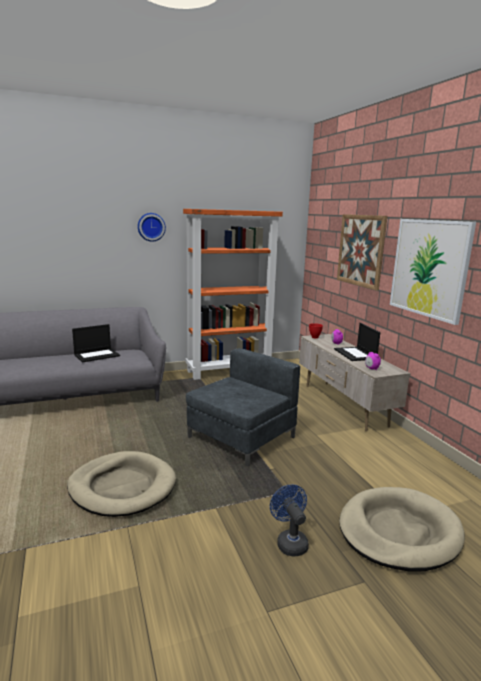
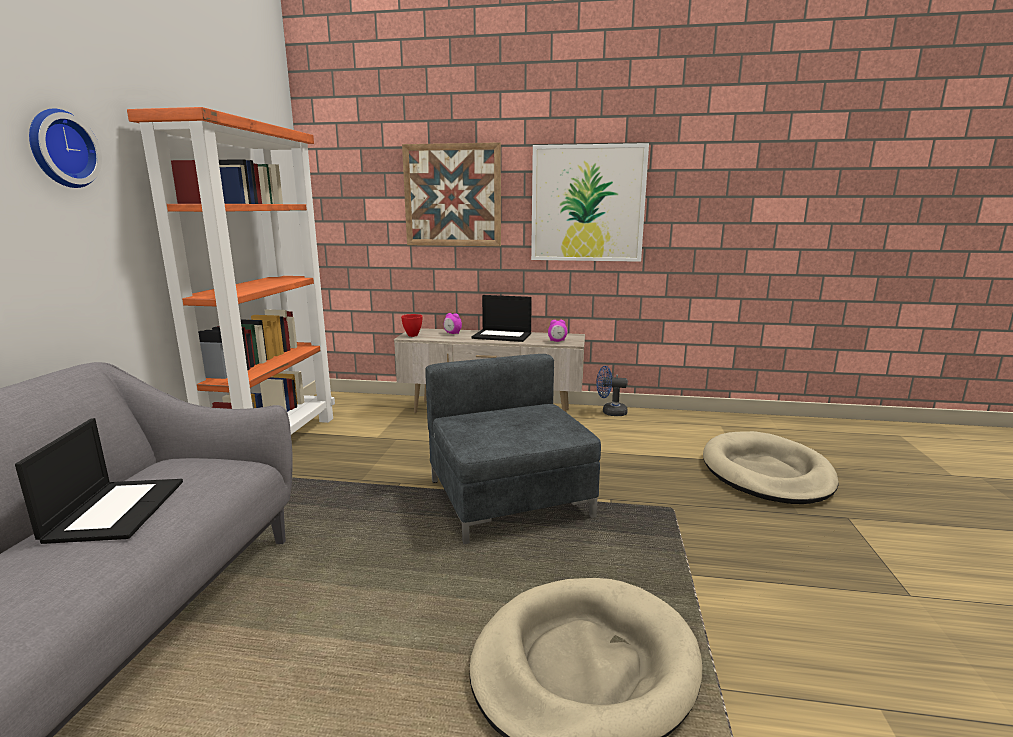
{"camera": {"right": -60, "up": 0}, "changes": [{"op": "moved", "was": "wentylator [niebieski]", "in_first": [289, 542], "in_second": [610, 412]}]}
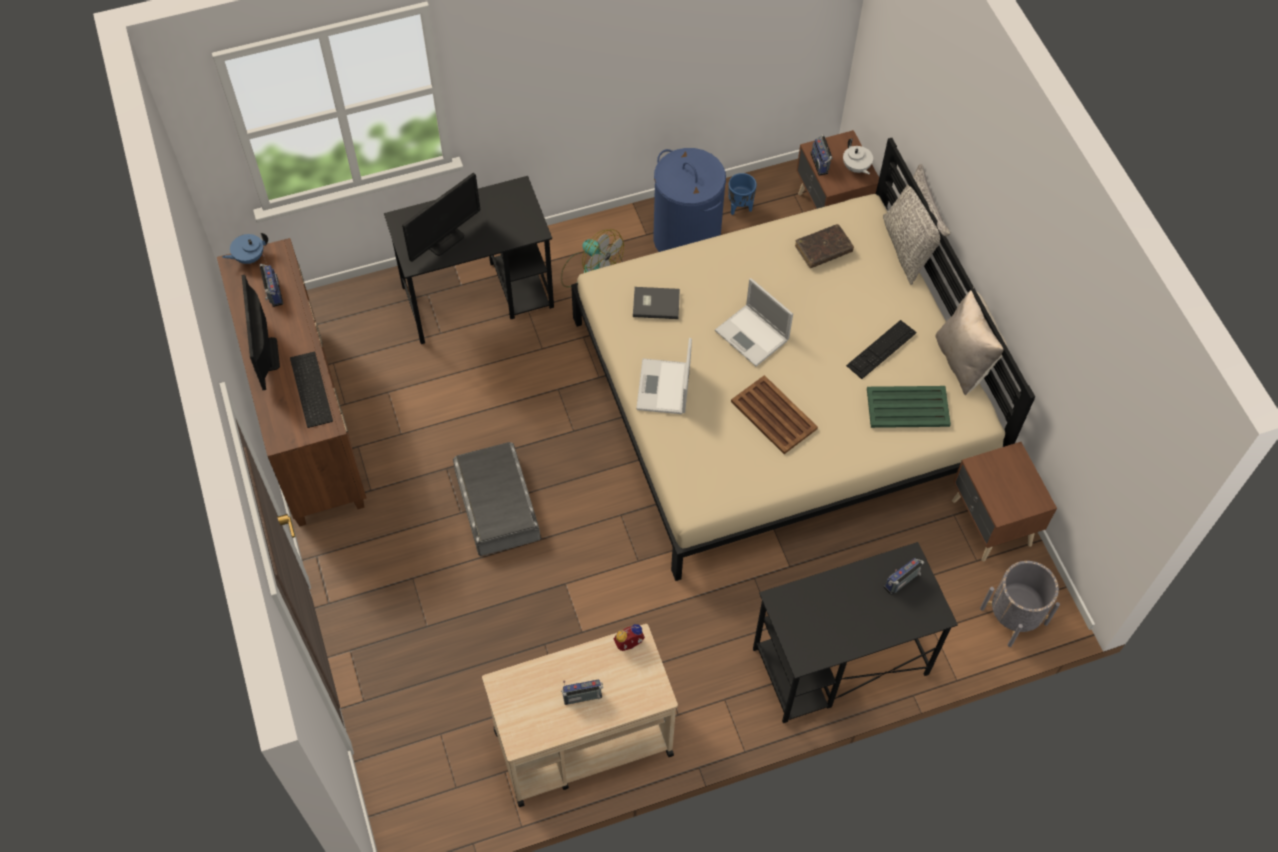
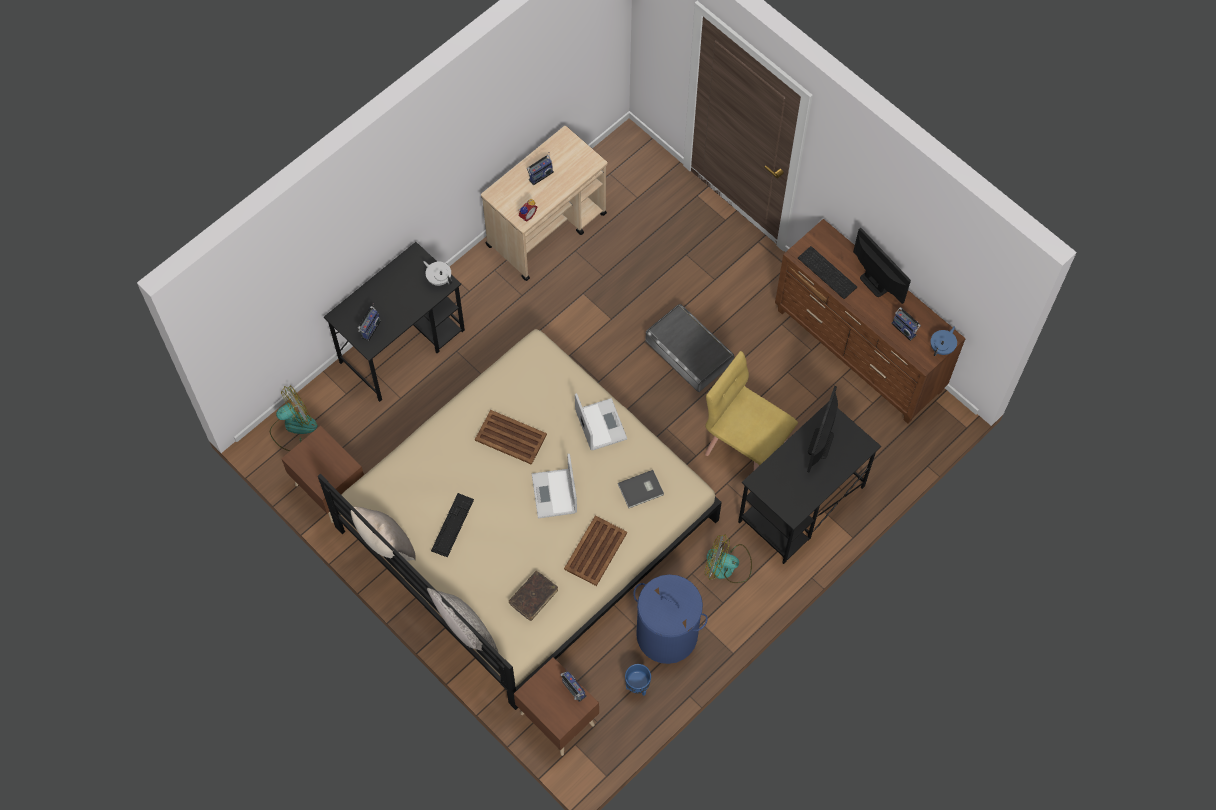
{"camera": {"right": 155, "up": 5}, "changes": [{"op": "replaced", "was": "donica [szary]", "now": "wentylator", "in_first": [1013, 616], "in_second": [293, 427]}, {"op": "moved", "was": "imbryk [biały]", "in_first": [856, 168], "in_second": [439, 278]}, {"op": "turned", "was": "laptop", "in_first": [753, 336], "in_second": [554, 494], "clockwise": -120}, {"op": "added", "now": "taca [brązowy]", "in_second": [595, 551]}, {"op": "added", "now": "krzesło [żółty]", "in_second": [746, 447]}, {"op": "removed", "was": "taca [zielony]", "in_first": [908, 407]}]}
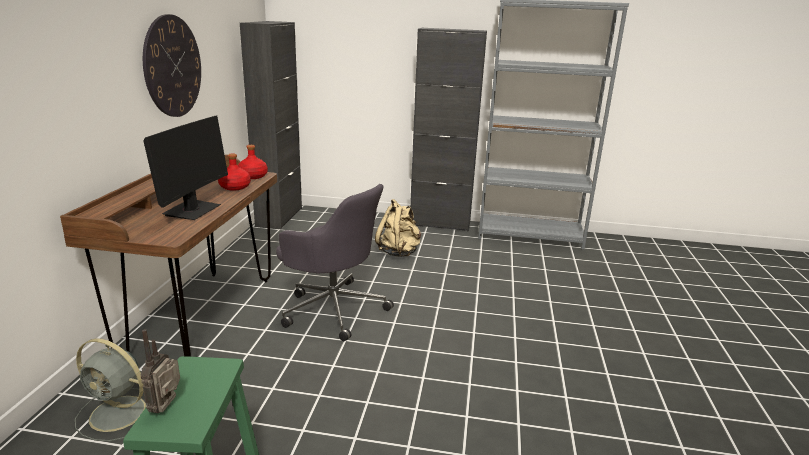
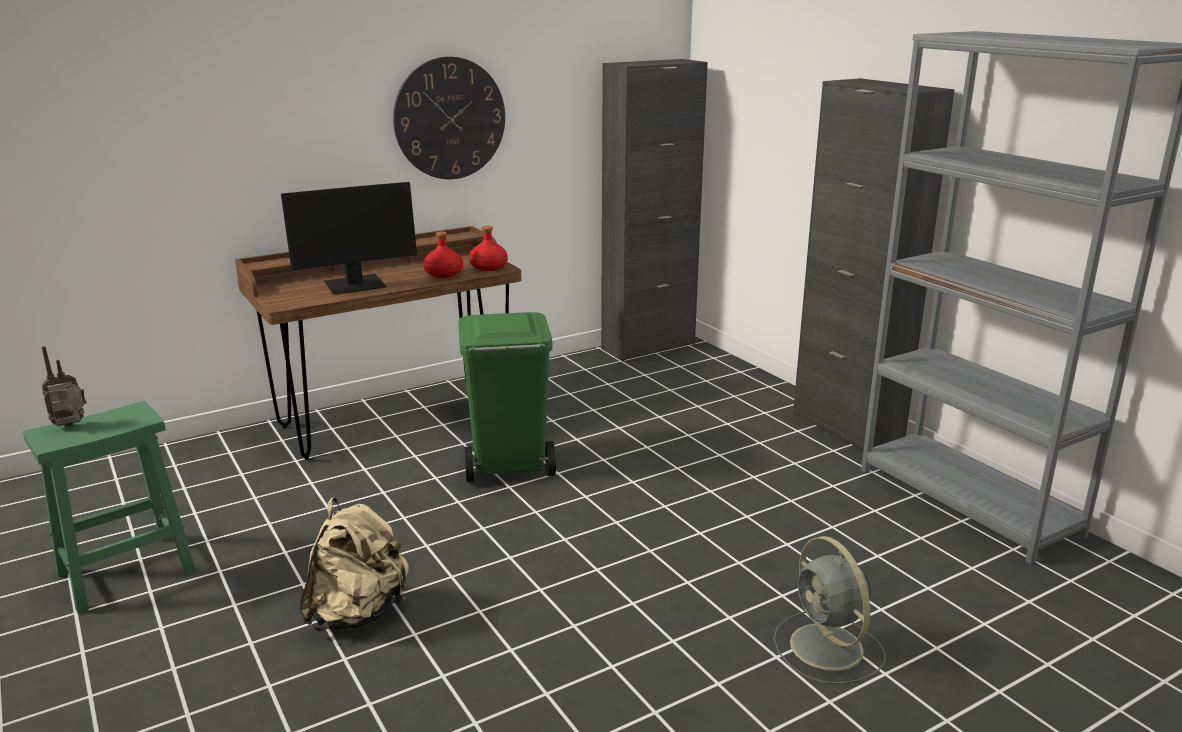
{"camera": {"right": 50, "up": 0}, "changes": [{"op": "moved", "was": "plecak [beżowy]", "in_first": [399, 252], "in_second": [358, 614]}, {"op": "replaced", "was": "krzesło biurowe [szary]", "now": "kosz na śmieci [zielony]", "in_first": [333, 308], "in_second": [508, 467]}, {"op": "moved", "was": "wentylator [szary]", "in_first": [120, 414], "in_second": [828, 649]}]}
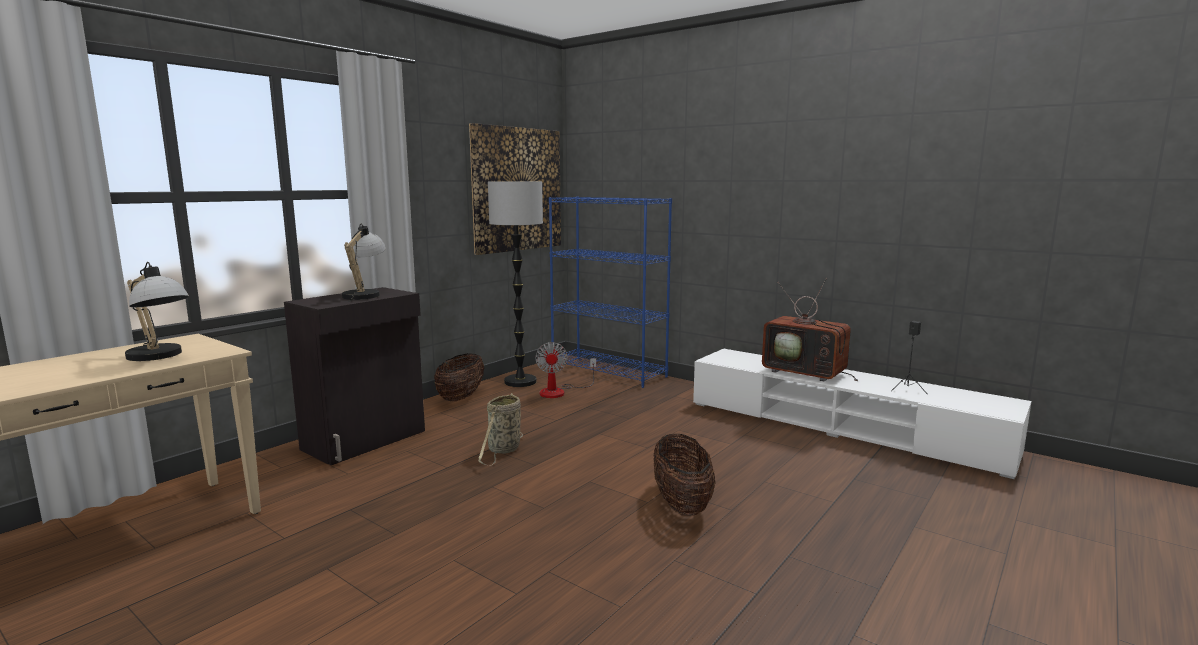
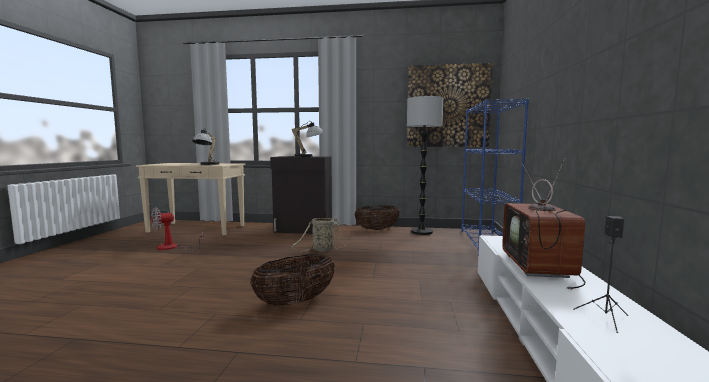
{"camera": {"right": 60, "up": -5}, "changes": [{"op": "moved", "was": "wentylator", "in_first": [559, 391], "in_second": [172, 248]}]}
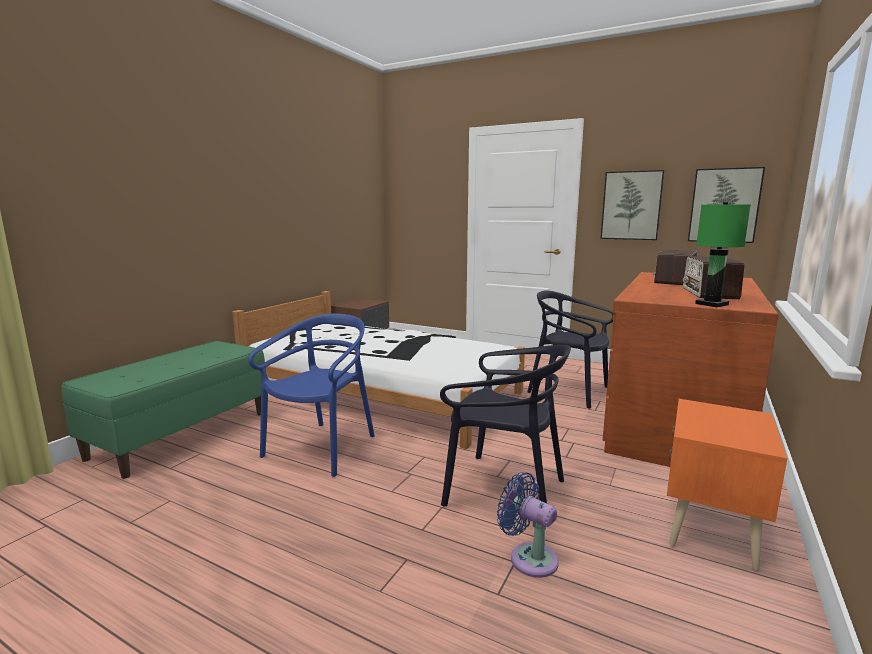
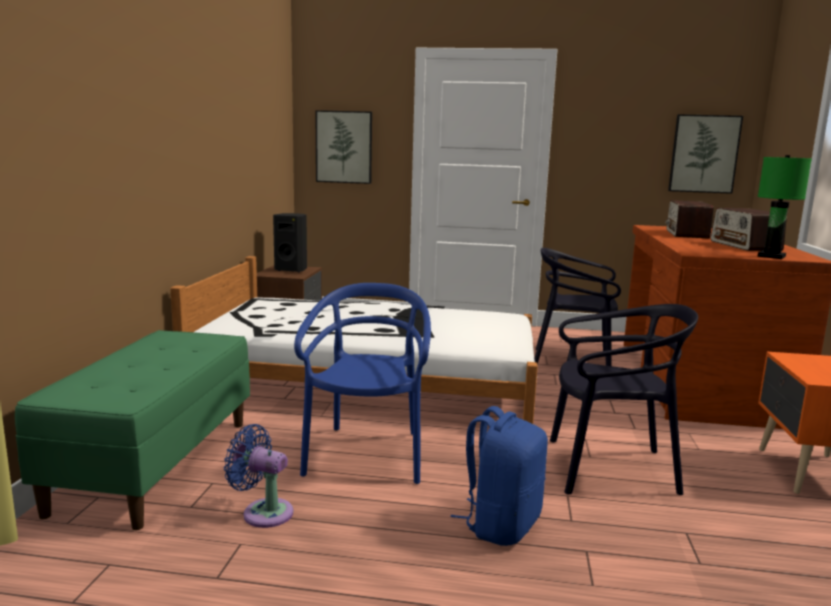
{"camera": {"right": -20, "up": 0}, "changes": [{"op": "moved", "was": "wentylator [niebieski]", "in_first": [529, 557], "in_second": [263, 512]}, {"op": "added", "now": "głośnik [czarny]", "in_second": [292, 270]}, {"op": "moved", "was": "obraz", "in_first": [631, 205], "in_second": [344, 147]}, {"op": "added", "now": "plecak [niebieski]", "in_second": [501, 524]}]}
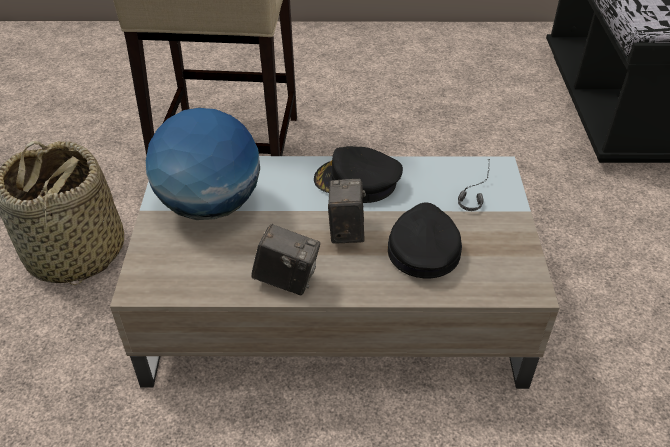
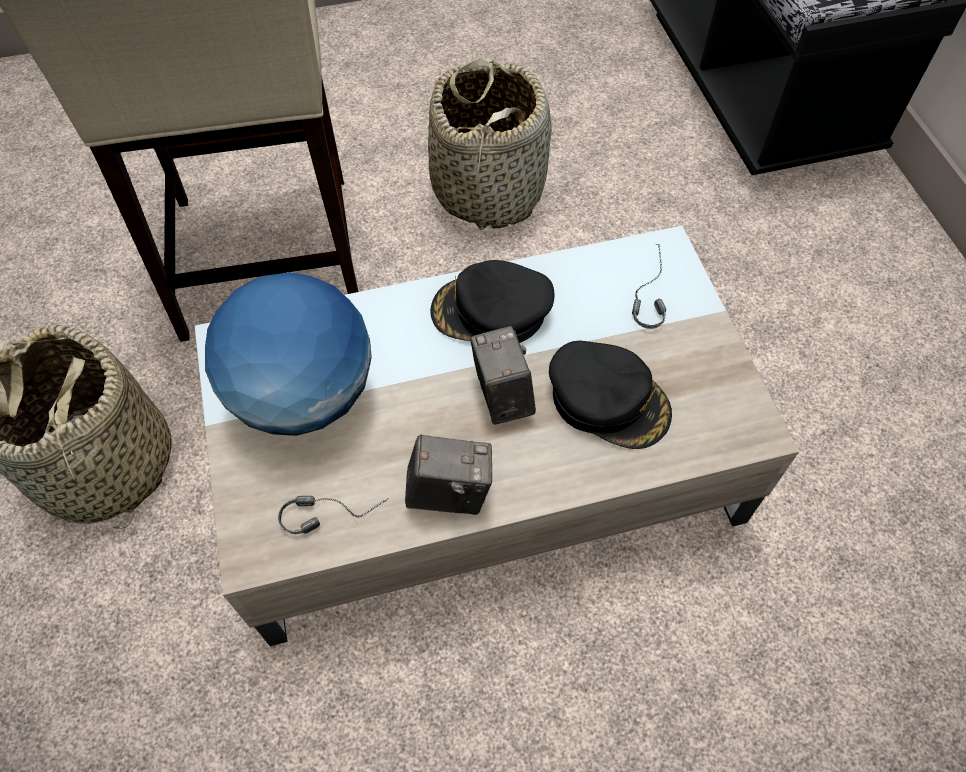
{"camera": {"right": -15, "up": 15}, "changes": [{"op": "added", "now": "słuchawki", "in_second": [334, 510]}, {"op": "added", "now": "koszyk", "in_second": [488, 190]}, {"op": "turned", "was": "czapka z daszkiem [czarny]", "in_first": [422, 247], "in_second": [608, 399], "clockwise": 135}]}
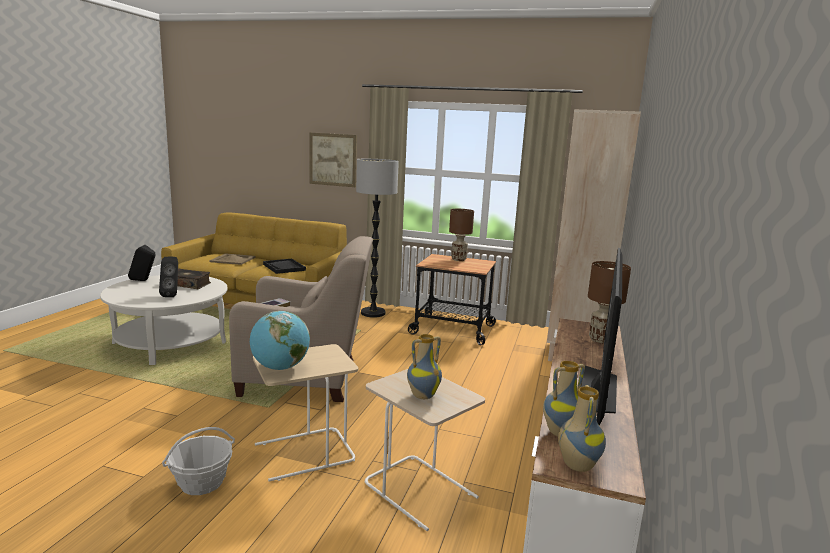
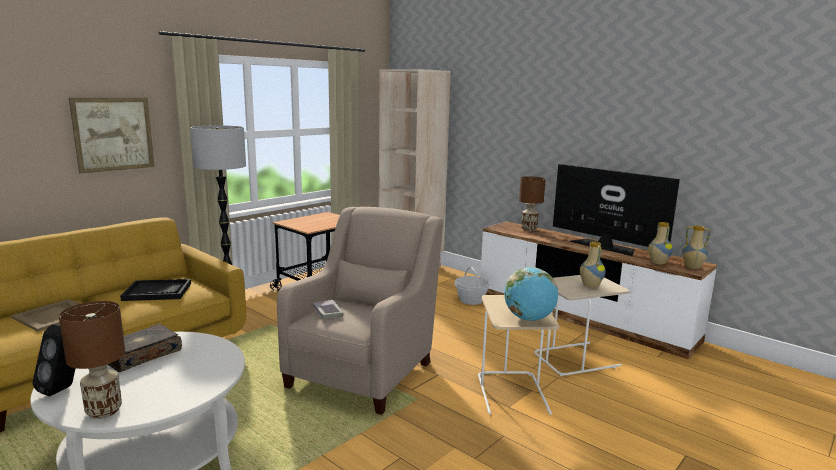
{"camera": {"right": -65, "up": 0}, "changes": [{"op": "moved", "was": "lampa stołowa [brązowy]", "in_first": [458, 259], "in_second": [103, 411]}, {"op": "moved", "was": "koszyk", "in_first": [201, 482], "in_second": [471, 300]}, {"op": "removed", "was": "głośnik [czarny]", "in_first": [172, 295]}]}
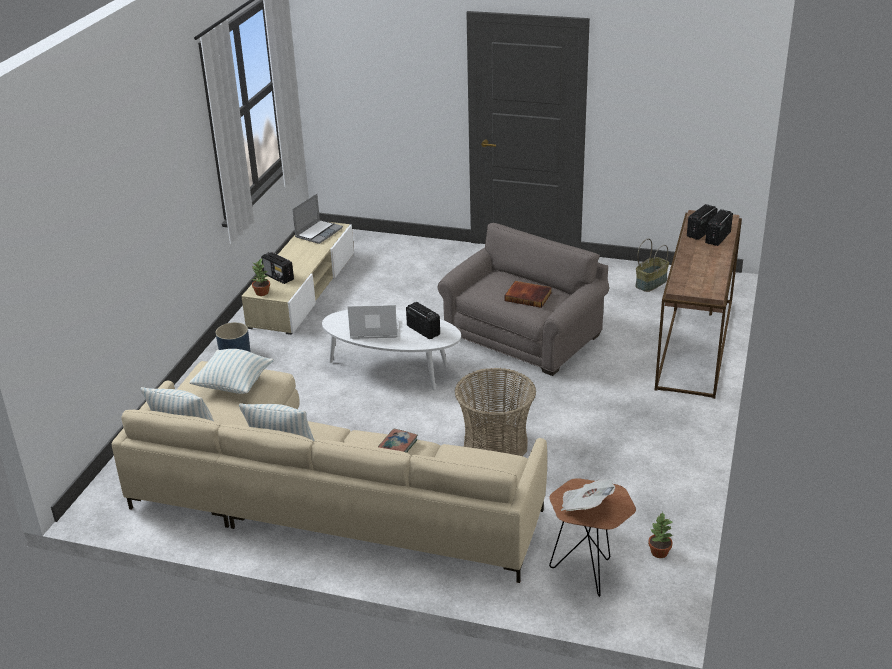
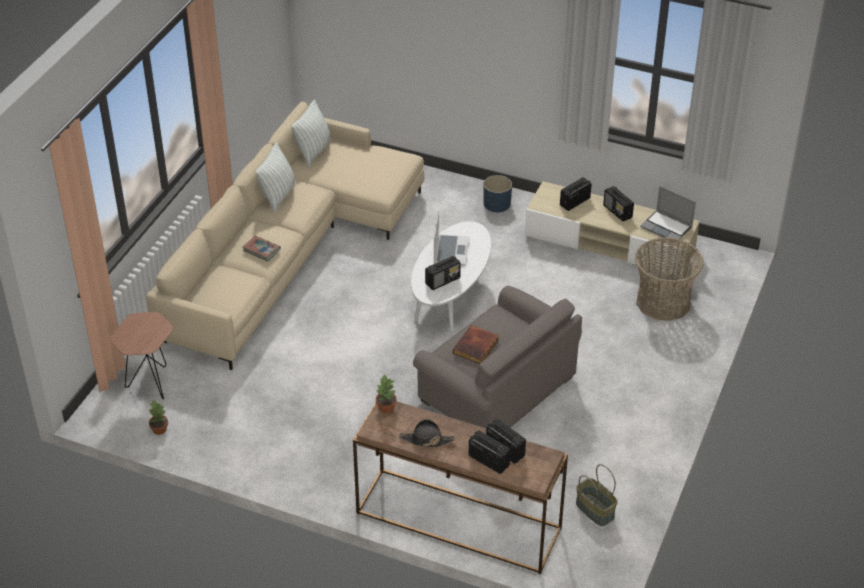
{"camera": {"right": 95, "up": 10}, "changes": [{"op": "moved", "was": "roślina doniczkowa", "in_first": [262, 293], "in_second": [386, 408]}, {"op": "added", "now": "kapelusz [czarny]", "in_second": [426, 440]}, {"op": "added", "now": "radio", "in_second": [617, 212]}, {"op": "moved", "was": "koszyk", "in_first": [495, 445], "in_second": [663, 301]}, {"op": "removed", "was": "poduszka", "in_first": [234, 385]}, {"op": "removed", "was": "gazeta", "in_first": [585, 506]}]}
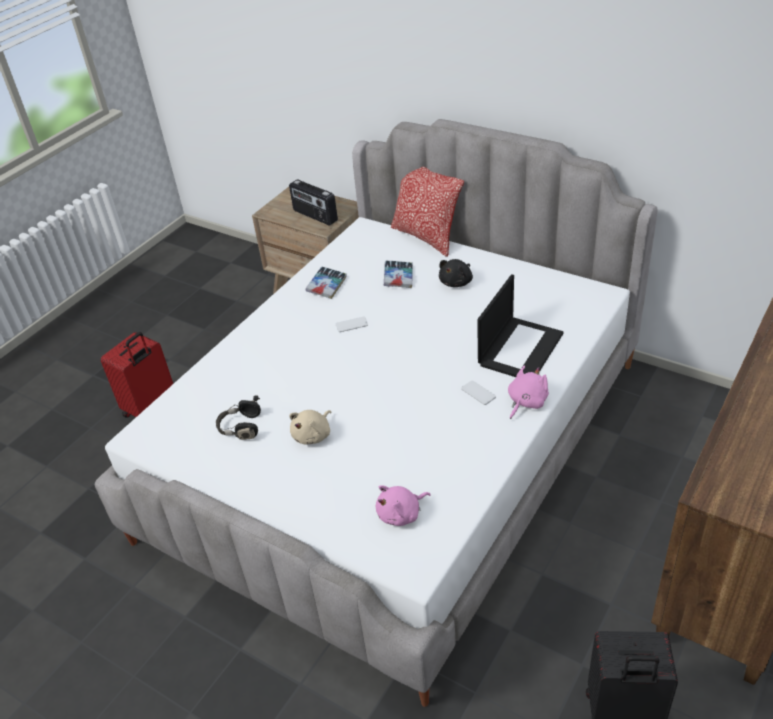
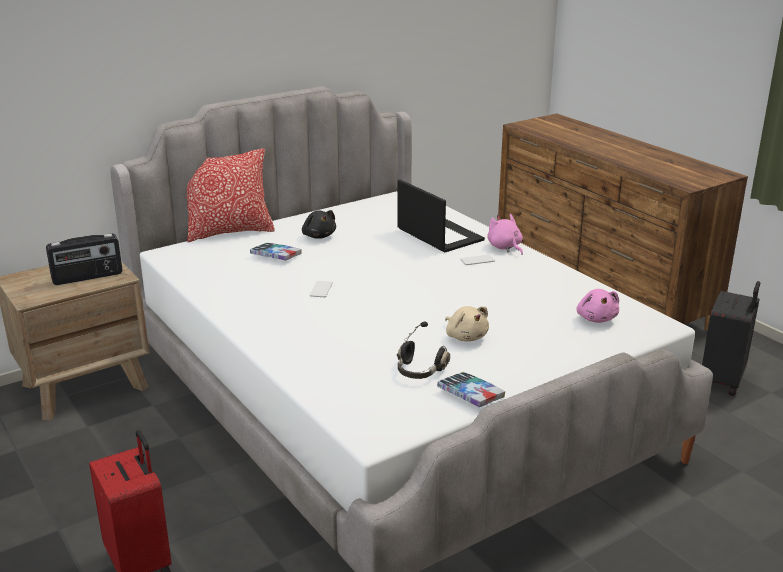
{"camera": {"right": -70, "up": -15}, "changes": [{"op": "moved", "was": "książka", "in_first": [327, 286], "in_second": [470, 394]}]}
